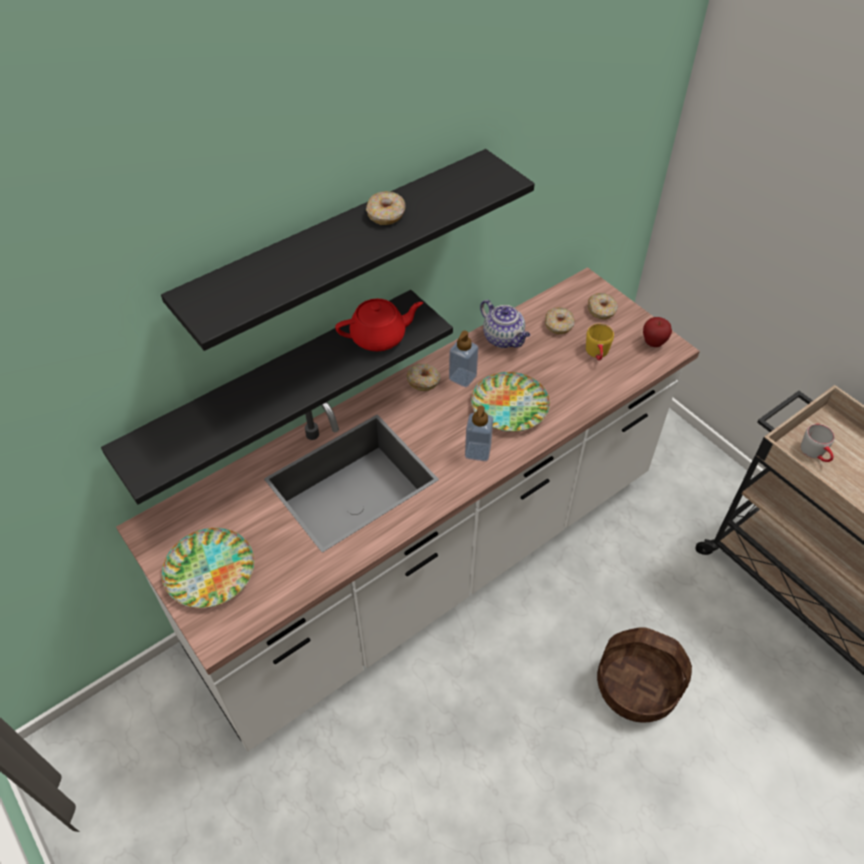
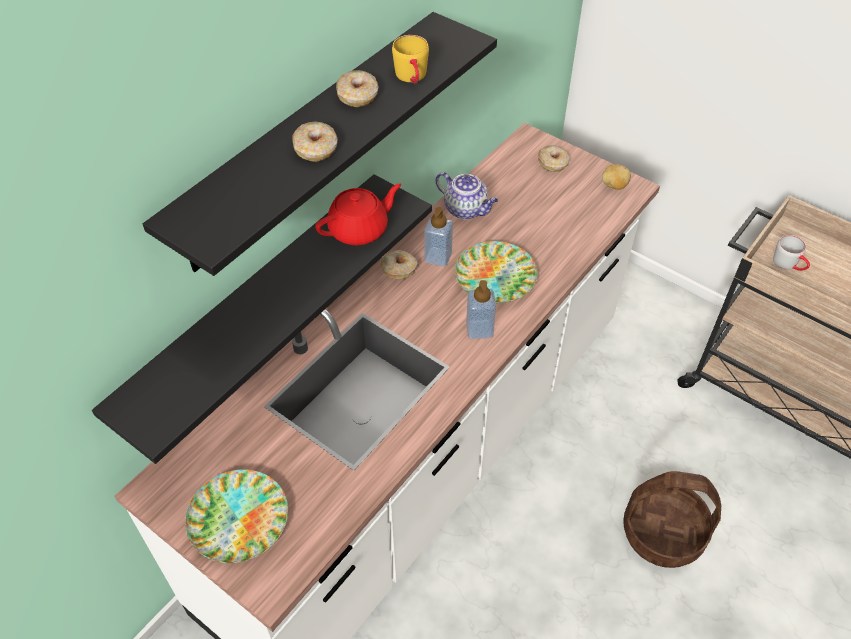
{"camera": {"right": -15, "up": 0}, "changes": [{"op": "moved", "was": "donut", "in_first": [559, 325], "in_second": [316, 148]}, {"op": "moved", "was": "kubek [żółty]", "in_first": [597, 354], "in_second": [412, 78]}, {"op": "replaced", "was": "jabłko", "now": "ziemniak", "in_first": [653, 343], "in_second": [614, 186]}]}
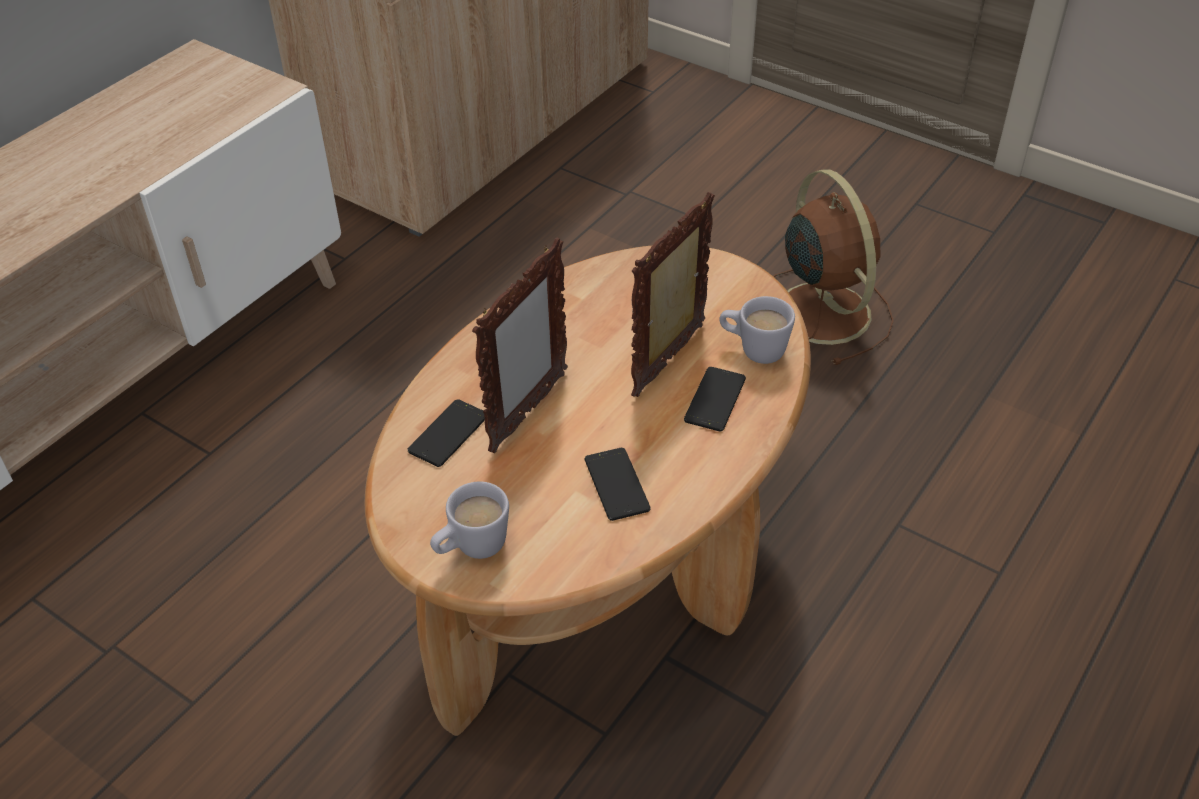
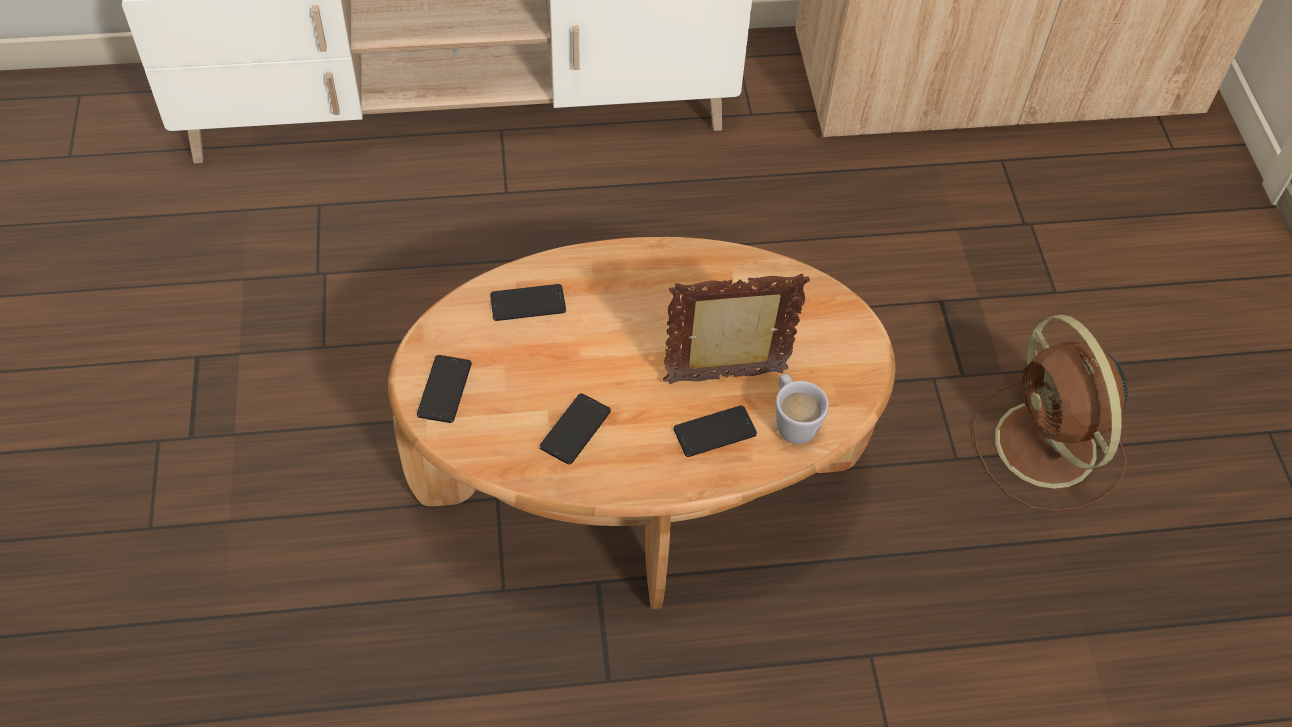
{"camera": {"right": 45, "up": 10}, "changes": [{"op": "replaced", "was": "kubek [biały]", "now": "telefon", "in_first": [471, 548], "in_second": [444, 389]}, {"op": "turned", "was": "wentylator [brązowy]", "in_first": [821, 310], "in_second": [1047, 449], "clockwise": 135}, {"op": "removed", "was": "ramka na zdjęcie", "in_first": [527, 413]}]}
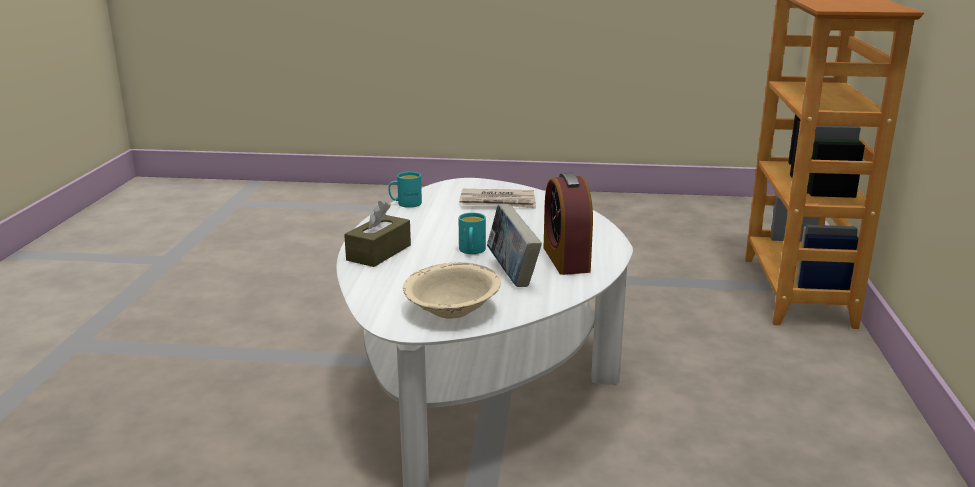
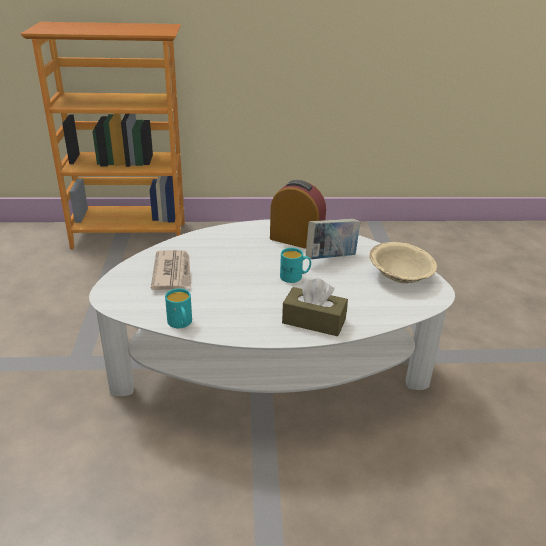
{"camera": {"right": -100, "up": 10}, "changes": [{"op": "turned", "was": "budzik", "in_first": [566, 259], "in_second": [296, 240], "clockwise": -135}]}
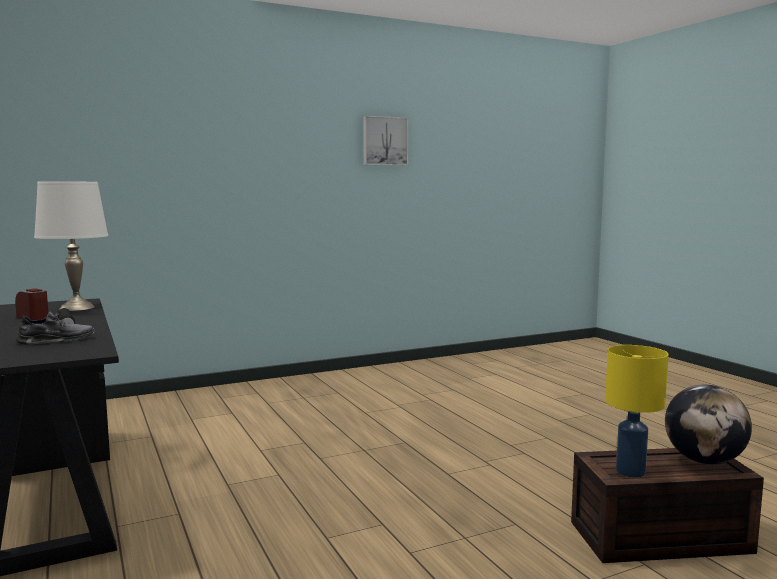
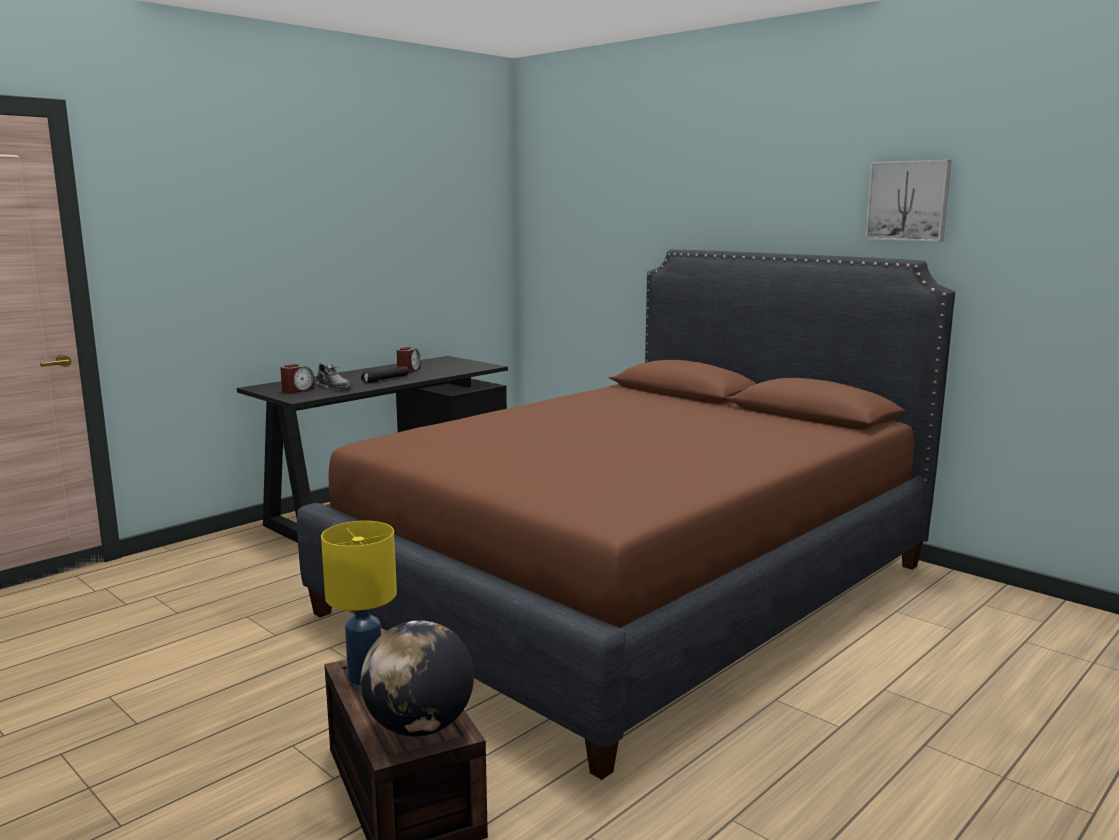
{"camera": {"right": 70, "up": 5}, "changes": [{"op": "added", "now": "budzik", "in_second": [297, 390]}, {"op": "added", "now": "łóżko [brązowy]", "in_second": [636, 588]}, {"op": "removed", "was": "lampa stołowa [biały]", "in_first": [76, 307]}]}
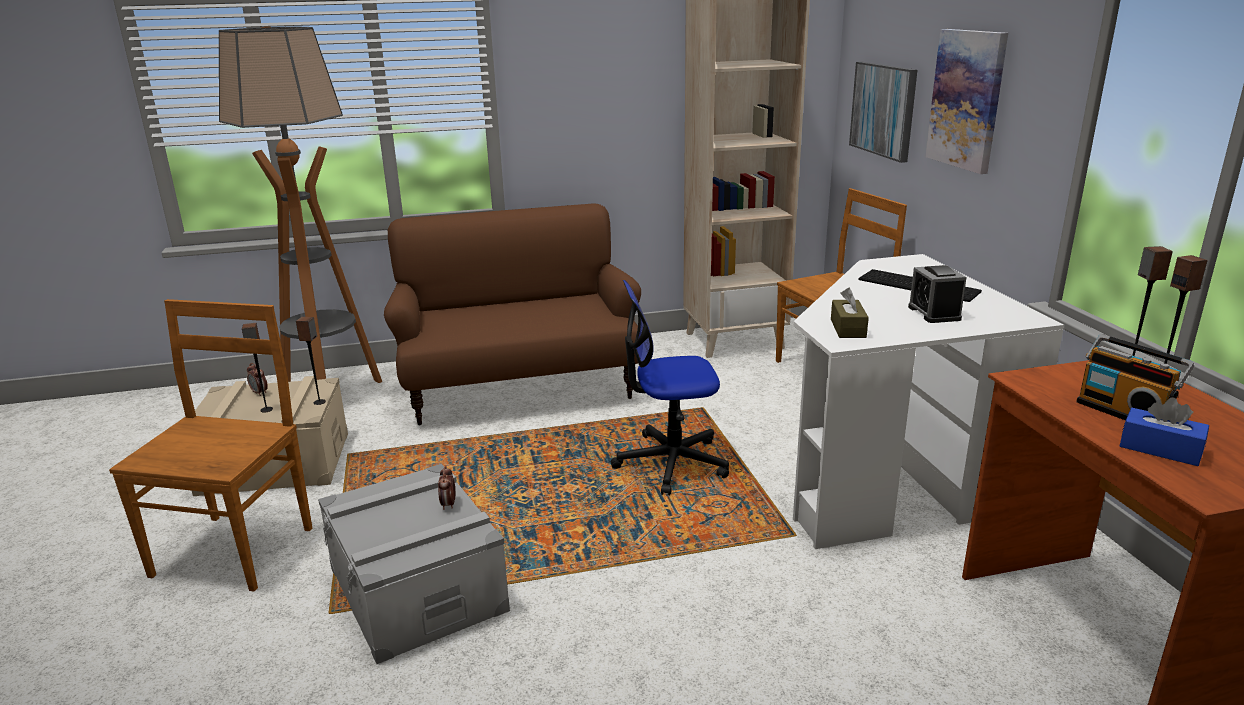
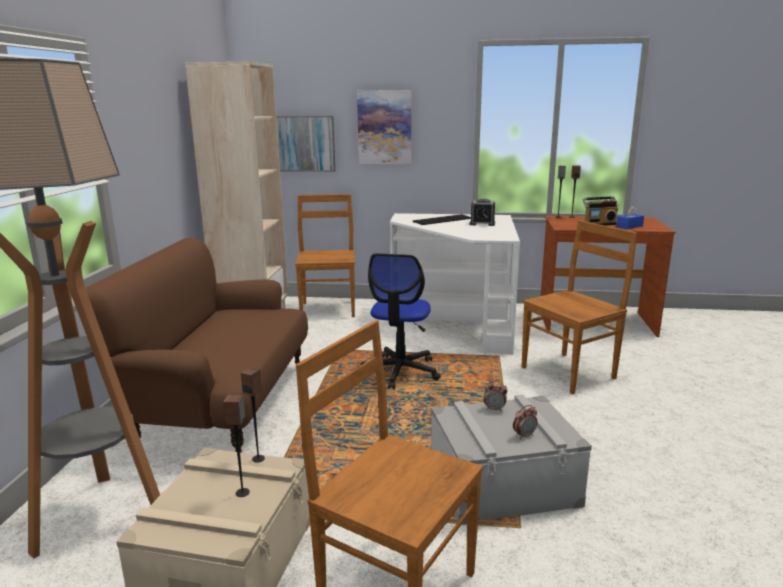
{"camera": {"right": -70, "up": -5}, "changes": [{"op": "moved", "was": "budzik", "in_first": [259, 393], "in_second": [524, 435]}, {"op": "added", "now": "krzesło [brązowy]", "in_second": [570, 372]}, {"op": "removed", "was": "pudełko chusteczek [brązowy]", "in_first": [848, 328]}]}
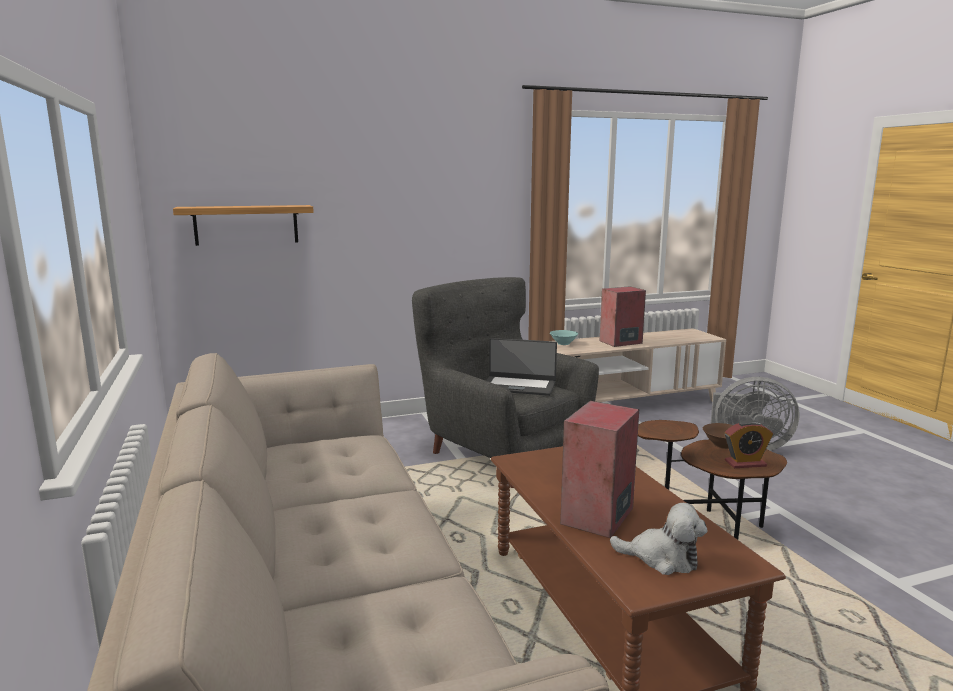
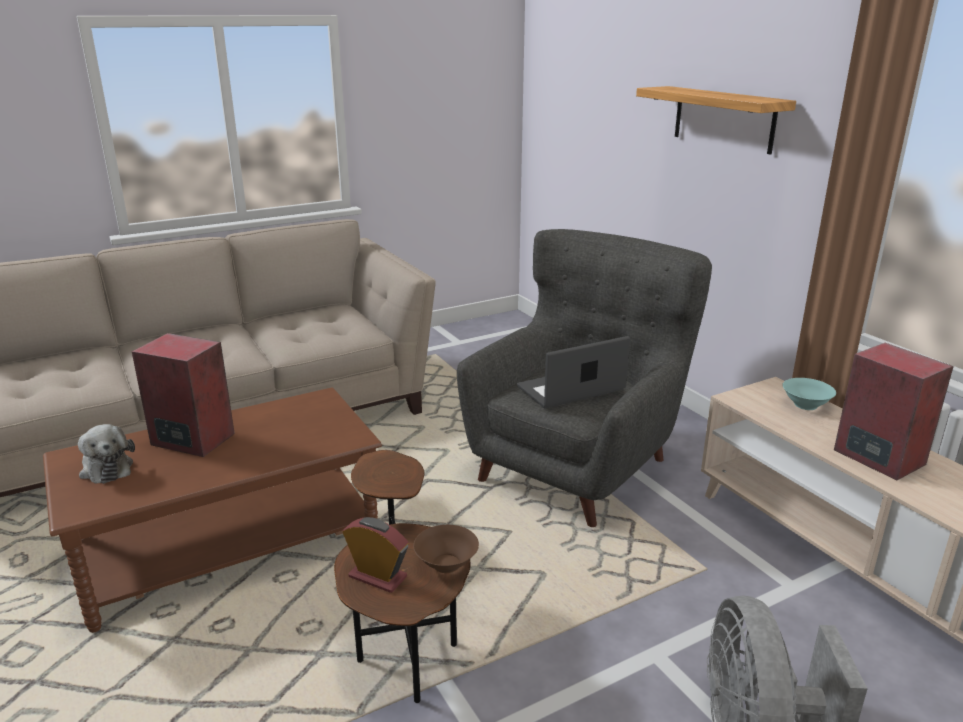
{"camera": {"right": 80, "up": 10}, "changes": [{"op": "turned", "was": "pluszak", "in_first": [662, 558], "in_second": [106, 468], "clockwise": -45}, {"op": "turned", "was": "budzik", "in_first": [745, 463], "in_second": [377, 577], "clockwise": 135}, {"op": "turned", "was": "laptop", "in_first": [519, 386], "in_second": [571, 389], "clockwise": 60}, {"op": "moved", "was": "półka", "in_first": [246, 225], "in_second": [723, 119]}]}
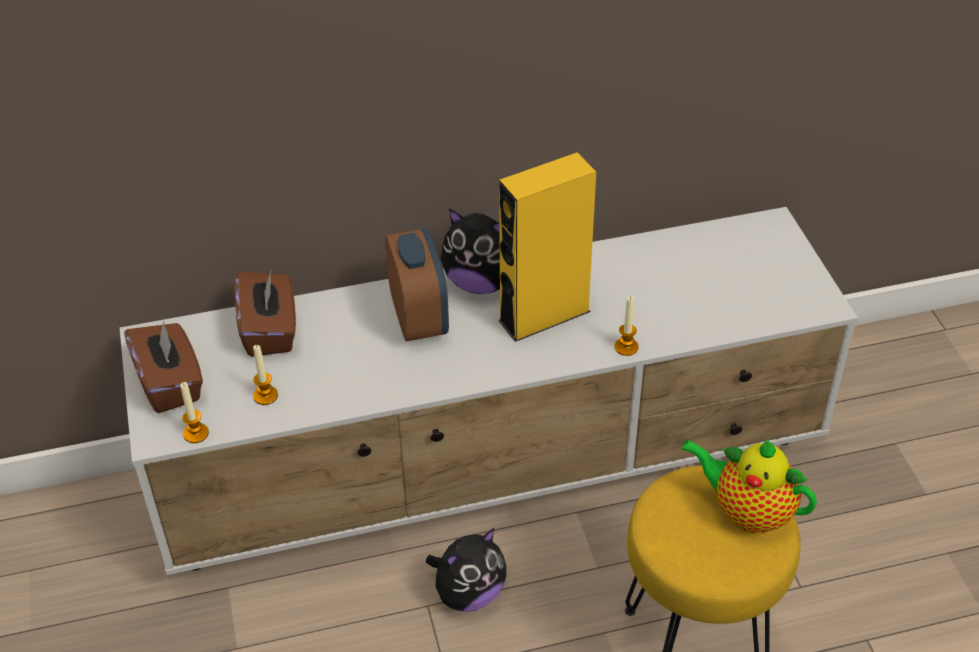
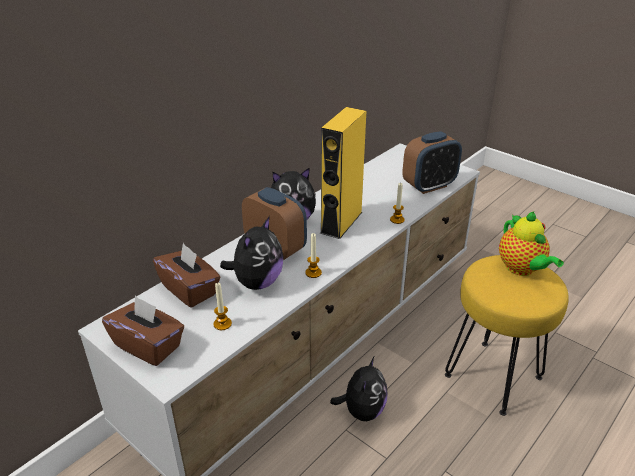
{"camera": {"right": -35, "up": -10}, "changes": [{"op": "added", "now": "pluszak", "in_second": [257, 282]}, {"op": "moved", "was": "świeca", "in_first": [196, 433], "in_second": [313, 273]}, {"op": "added", "now": "budzik", "in_second": [429, 186]}, {"op": "turned", "was": "imbryk", "in_first": [747, 512], "in_second": [522, 269], "clockwise": -105}]}
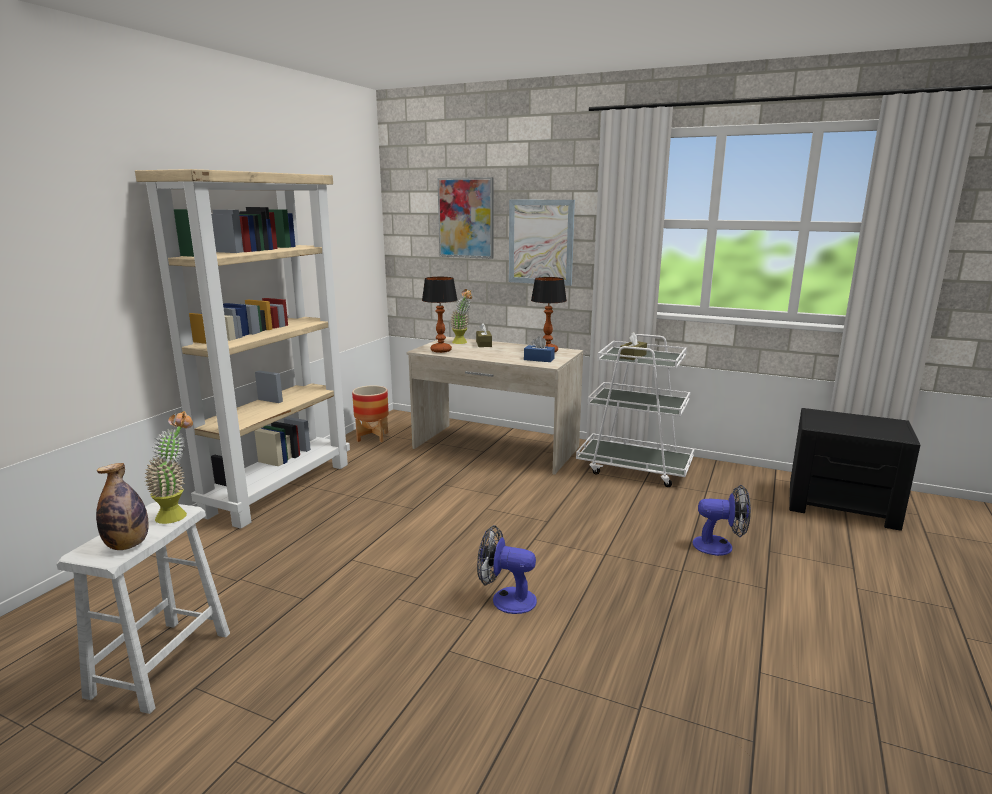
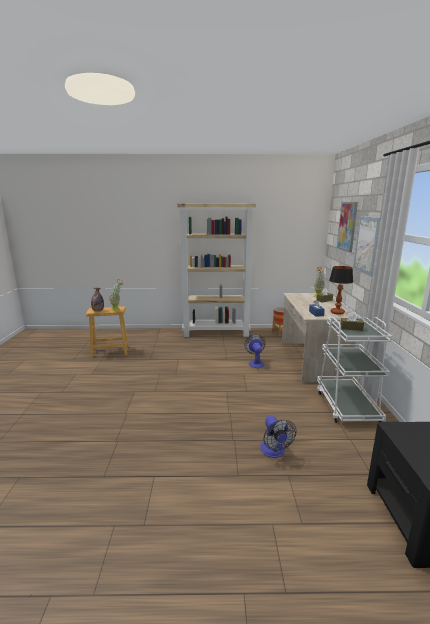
{"camera": {"right": 65, "up": 0}, "changes": [{"op": "recoloured", "was": "stołek [biały]", "now": "stołek [brązowy]", "in_first": [161, 664], "in_second": [110, 352]}, {"op": "moved", "was": "wentylator", "in_first": [506, 599], "in_second": [255, 363]}, {"op": "removed", "was": "lampa stołowa", "in_first": [440, 350]}]}
